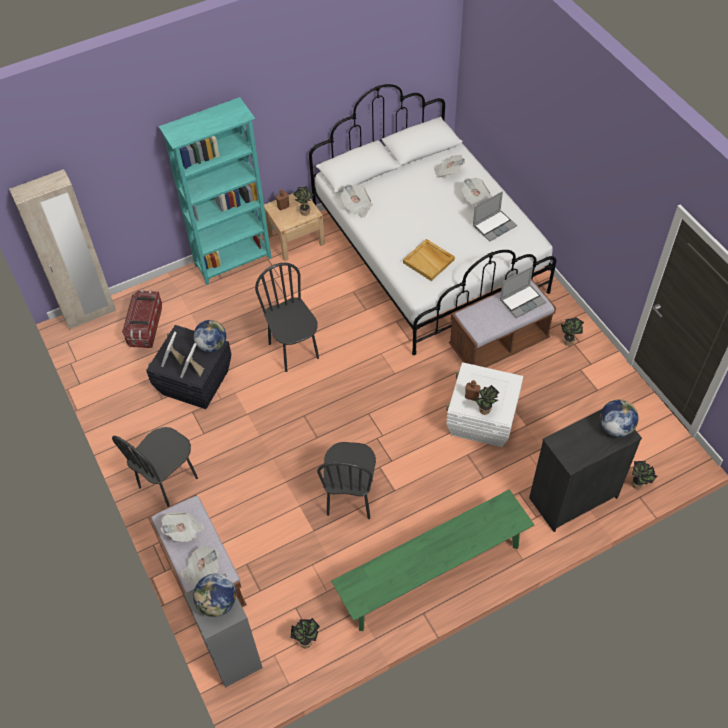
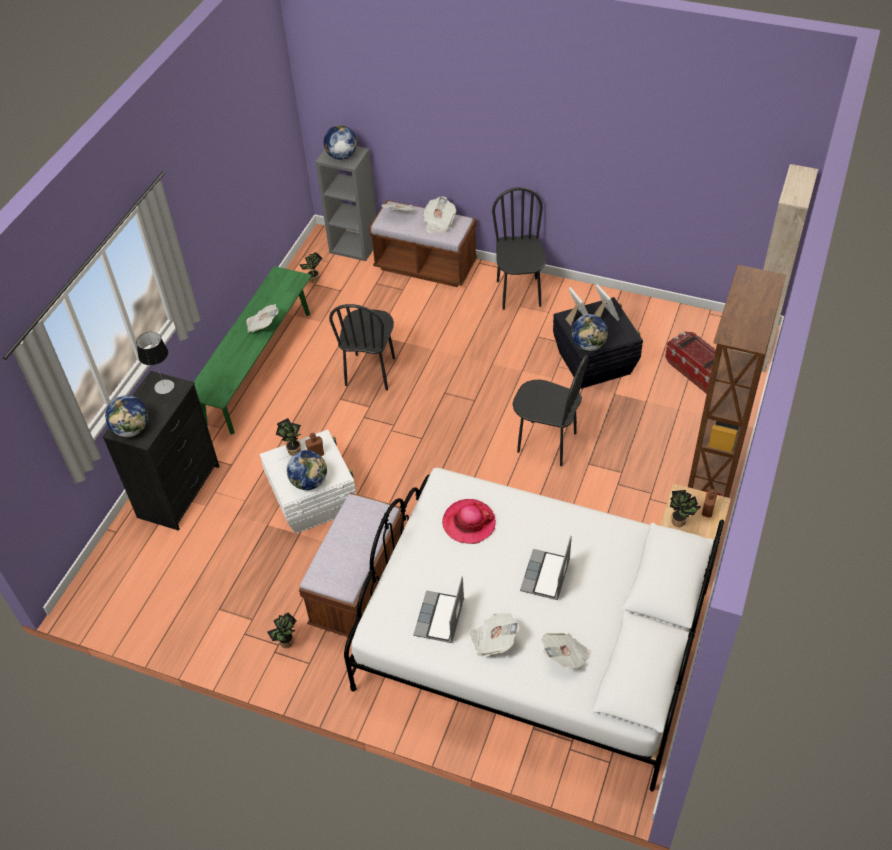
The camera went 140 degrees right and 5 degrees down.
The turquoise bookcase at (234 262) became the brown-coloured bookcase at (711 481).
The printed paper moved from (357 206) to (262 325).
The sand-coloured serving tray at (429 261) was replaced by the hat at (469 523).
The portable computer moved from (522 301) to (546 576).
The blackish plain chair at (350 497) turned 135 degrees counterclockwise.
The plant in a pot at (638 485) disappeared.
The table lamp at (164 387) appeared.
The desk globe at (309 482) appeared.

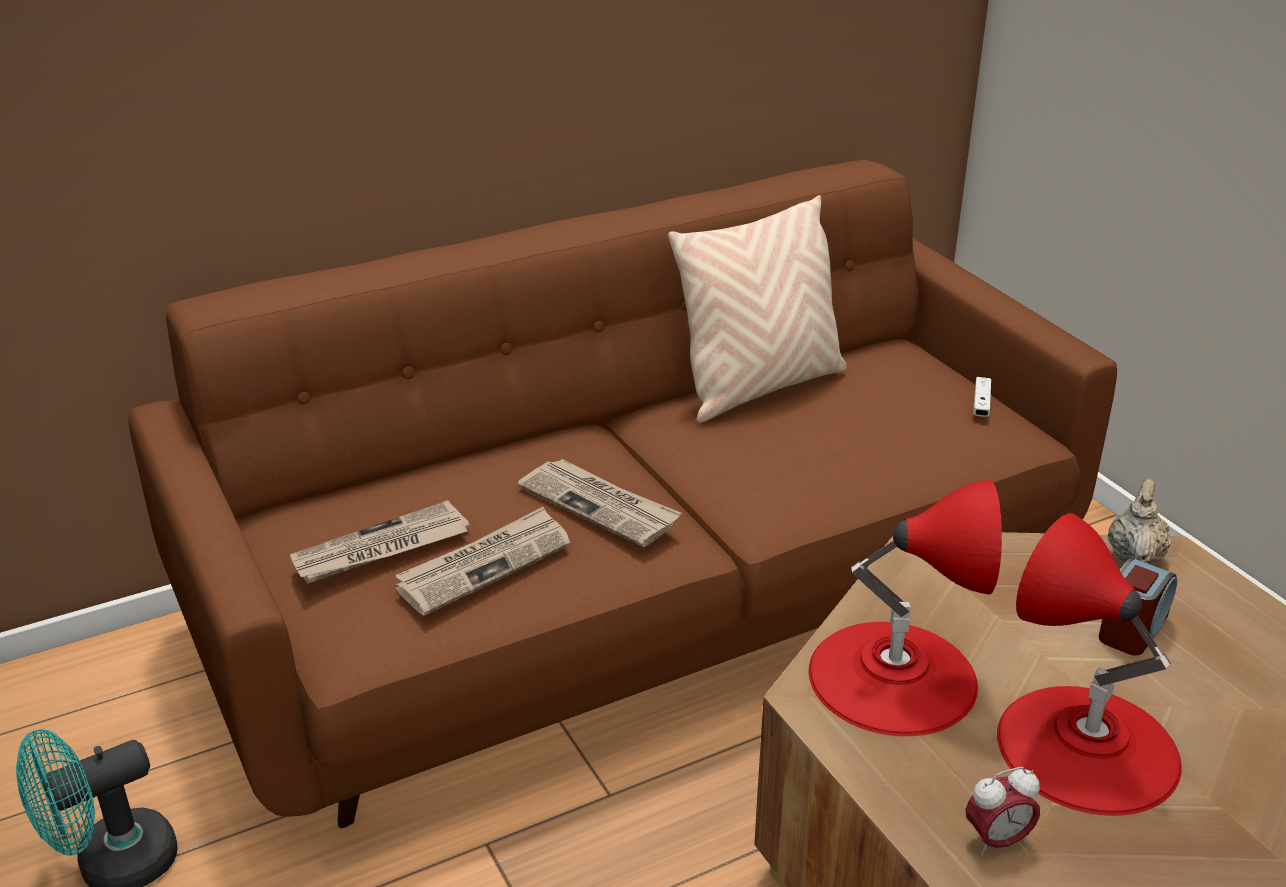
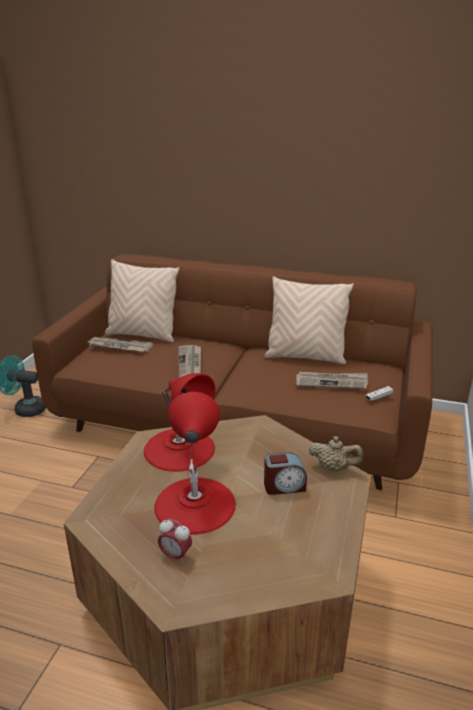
The camera went 45 degrees right and 5 degrees down.
The sand-coloured tea pot at (1134 556) turned 45 degrees clockwise.
The printed paper moved from (484 565) to (331 382).
The bedside clock moved from (997 841) to (175 555).
The sand-coloured pillow at (143 334) appeared.

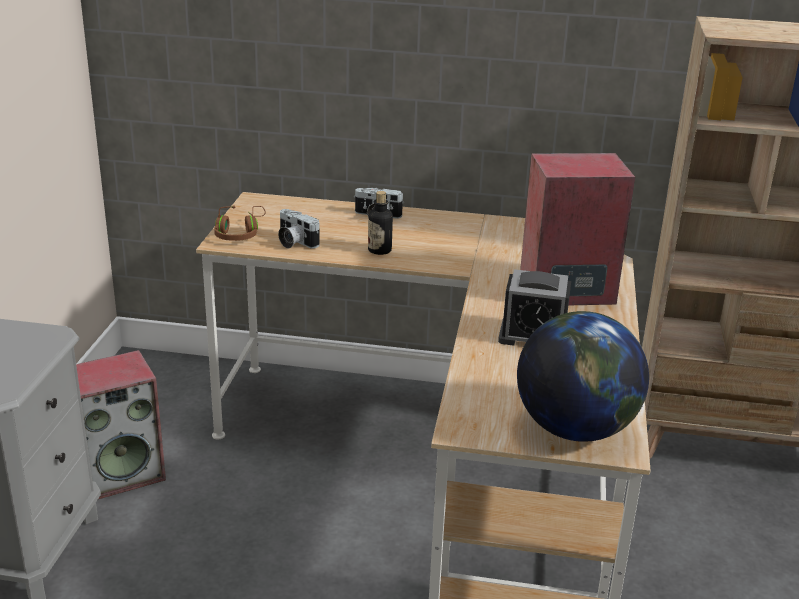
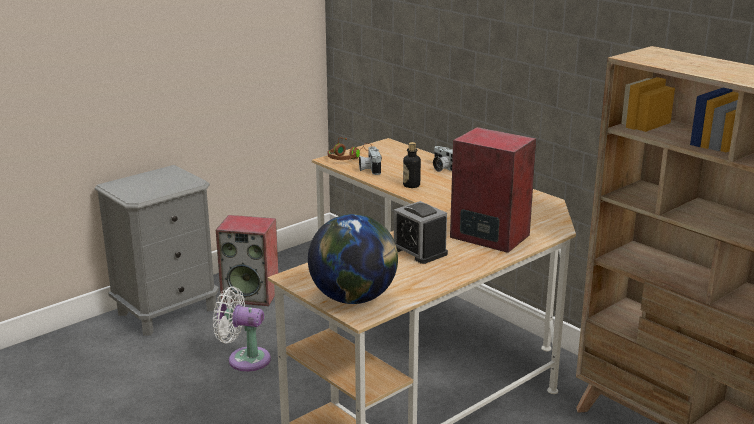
The camera went 40 degrees right and 5 degrees down.
The whitish fan at (244 359) appeared.

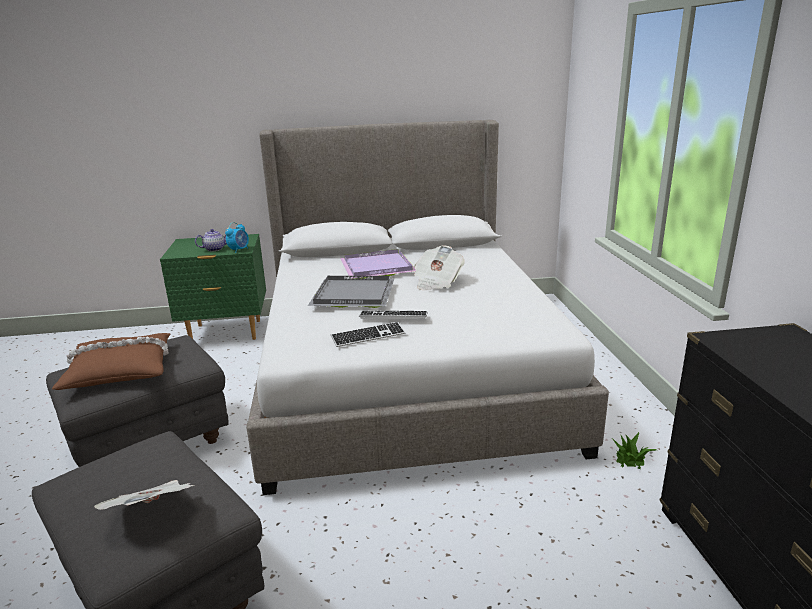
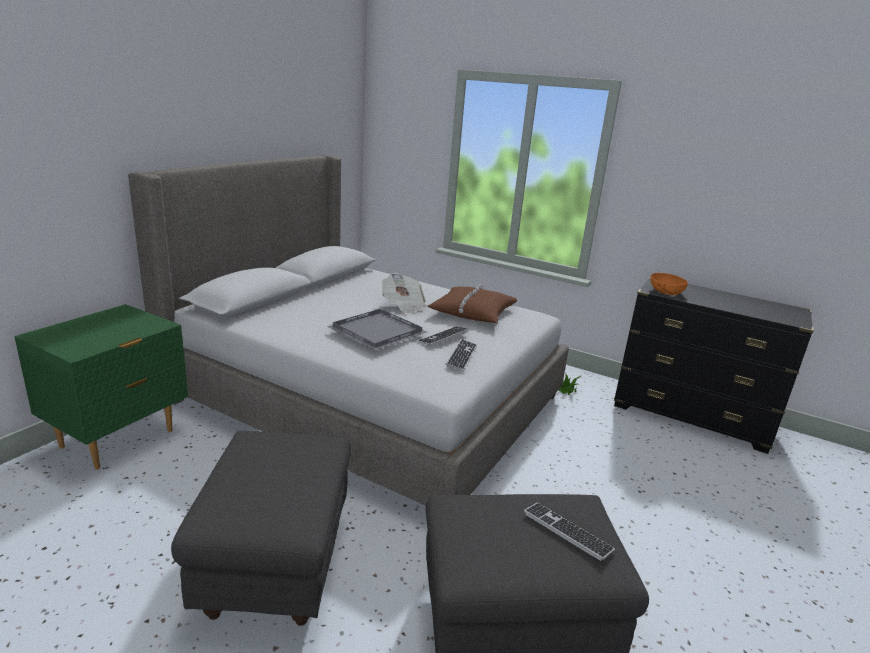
The camera went 55 degrees left and 0 degrees up.
The bedside clock at (239 250) disappeared.
The tea pot at (215 249) disappeared.
The purple serving tray at (376 268) disappeared.
The brown-coloured pillow moved from (120 370) to (472 312).
The printed paper at (153 512) was replaced by the PC keyboard at (567 532).
The orangey bowl at (666 292) appeared.

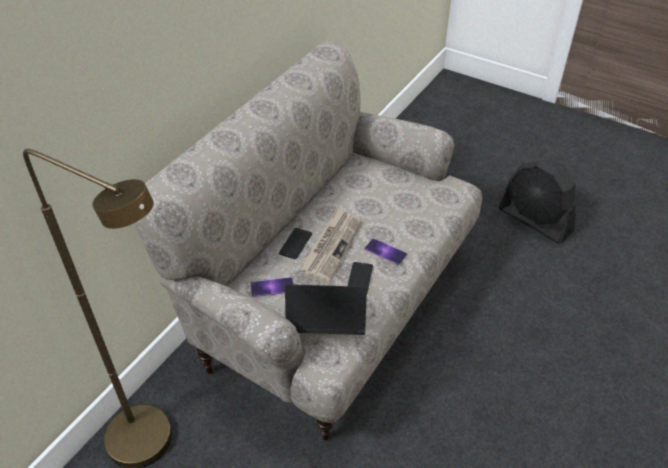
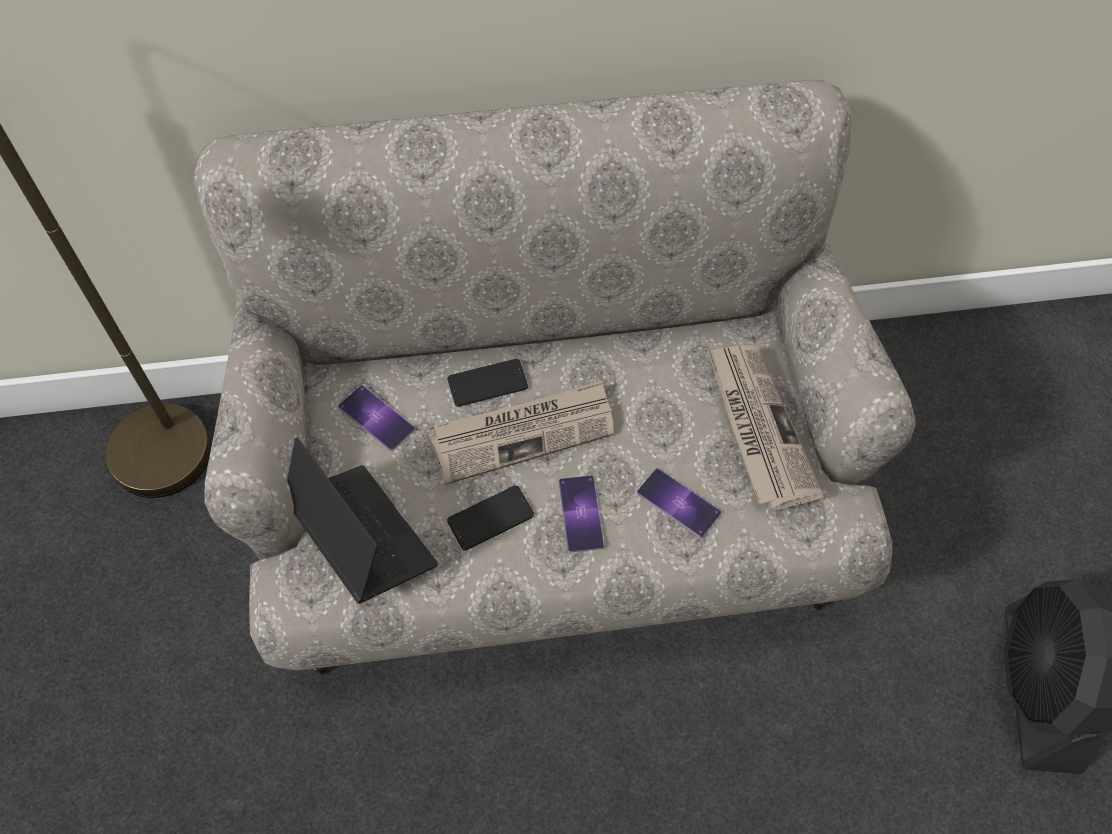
The camera went 50 degrees right and 15 degrees up.
The printed paper at (757 426) appeared.
The handset at (678 503) appeared.

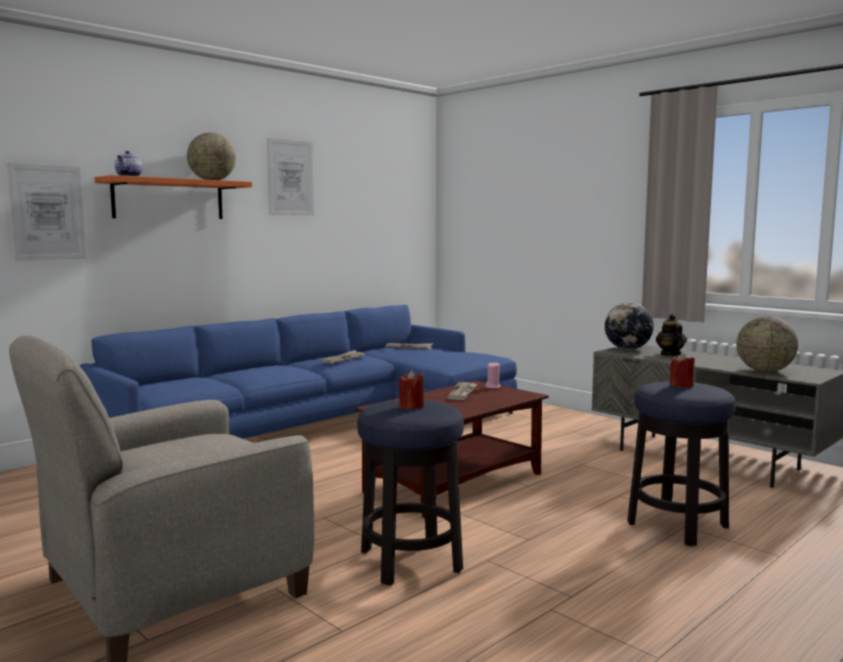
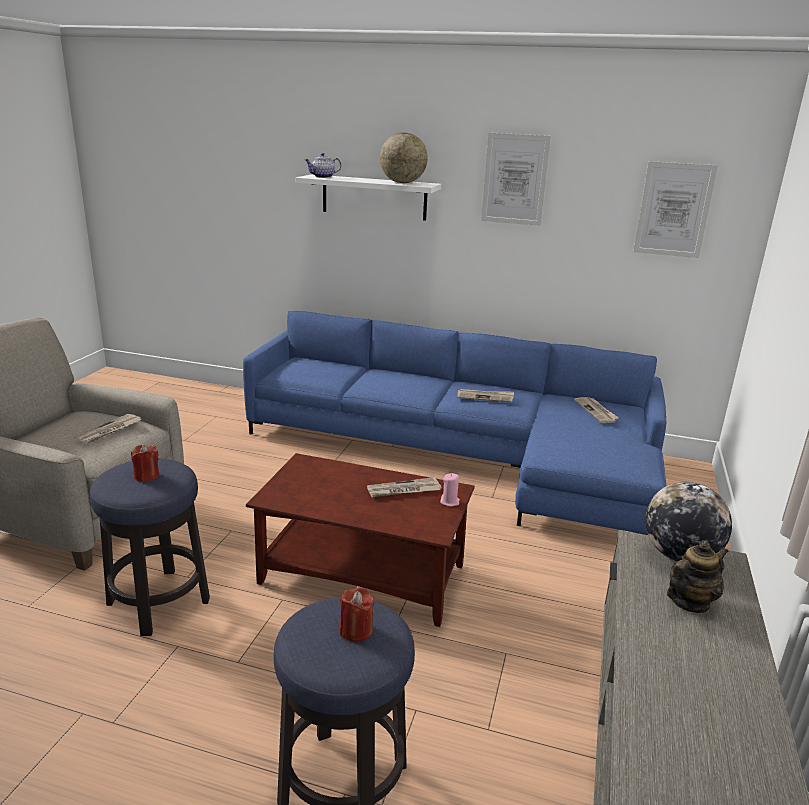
The camera went 60 degrees right and 15 degrees up.
The wall picture moved from (47 212) to (674 210).
The orangey shelf at (169 199) became the whitish shelf at (374 197).
The desk globe at (764 371) disappeared.
The printed paper at (109 431) appeared.

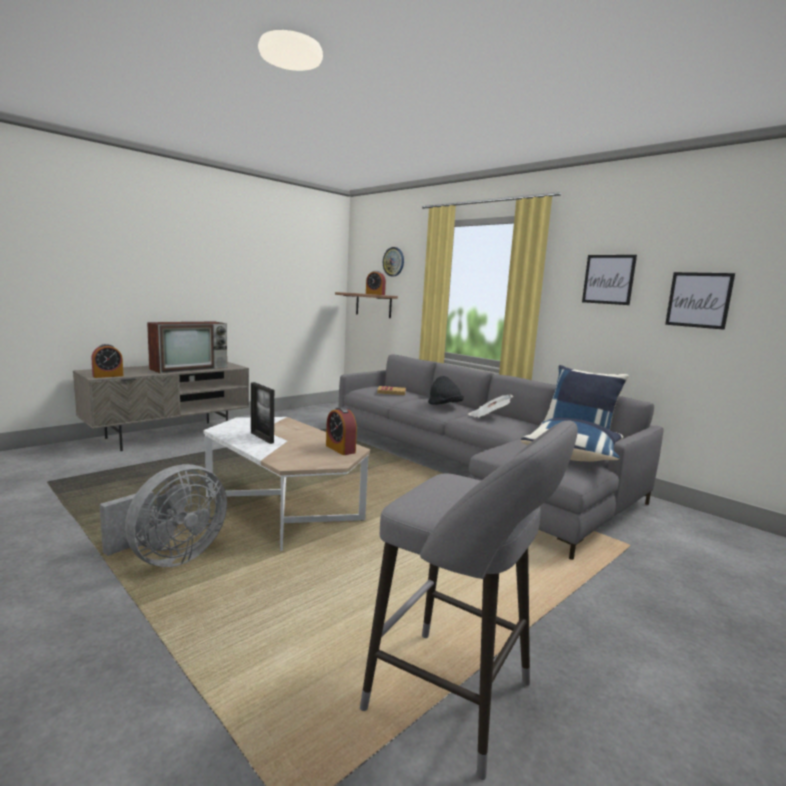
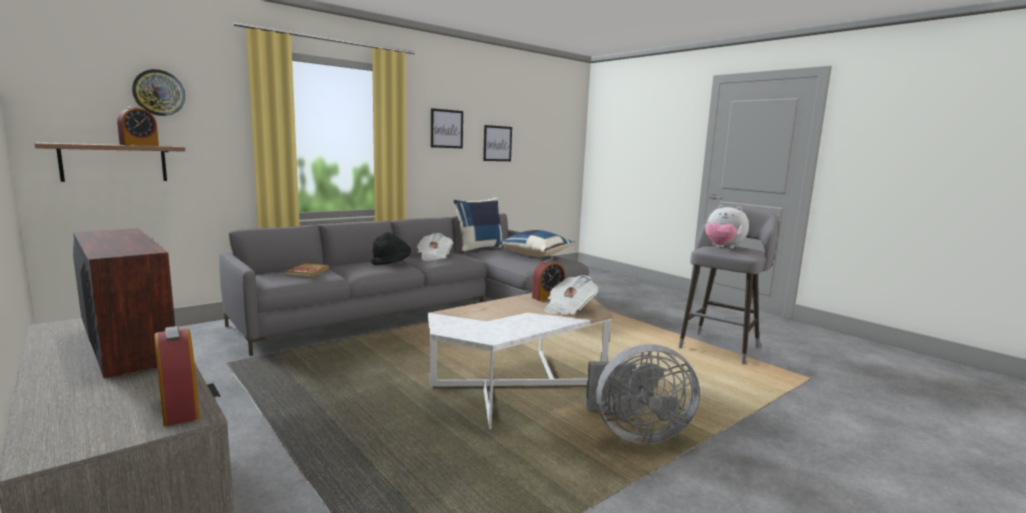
The camera went 85 degrees left and 0 degrees up.
The picture frame at (262 437) disappeared.
The greyish fan at (170 558) turned 135 degrees clockwise.
The soft toy at (723 248) appeared.
The printed paper at (568 309) appeared.

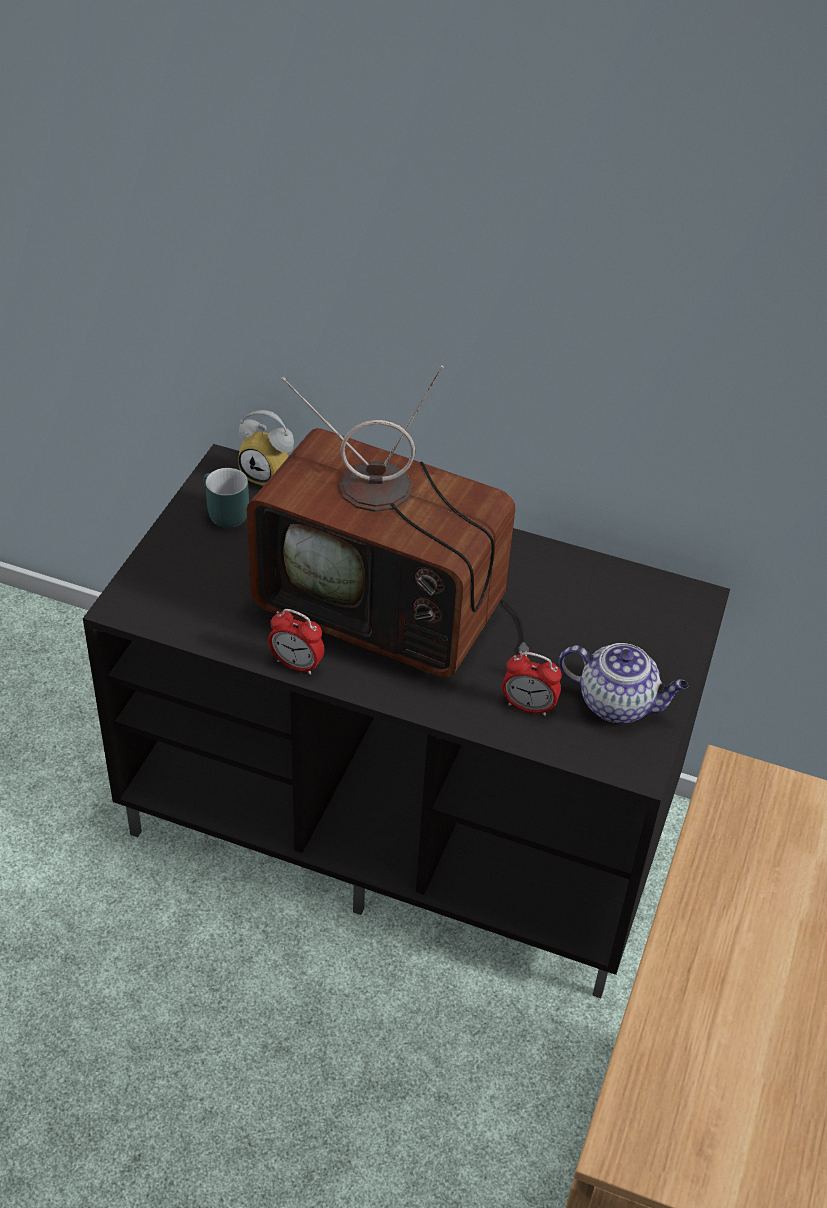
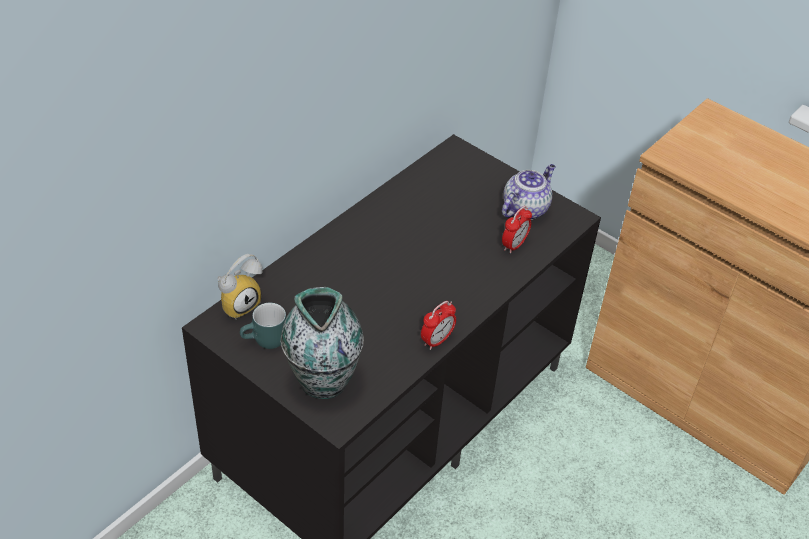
The camera went 70 degrees left and 0 degrees up.
The TV at (389 610) disappeared.
The decorative vase at (323 378) appeared.

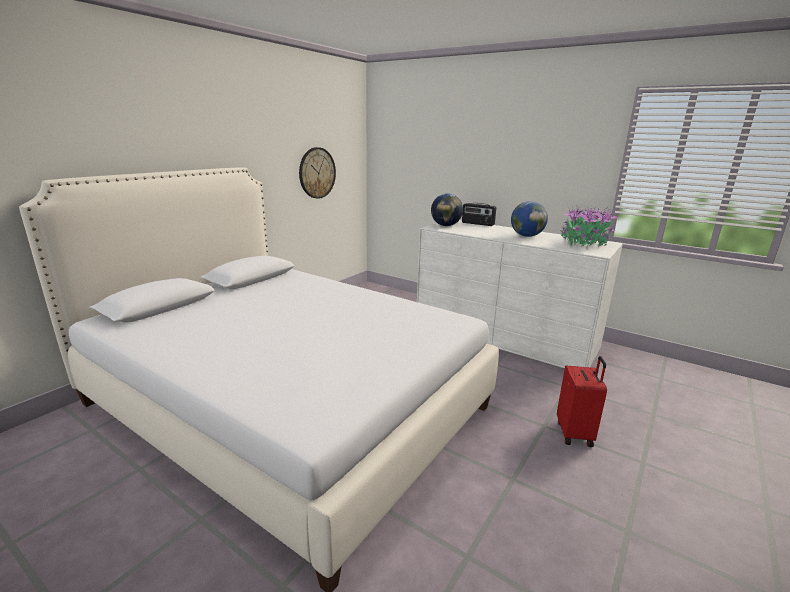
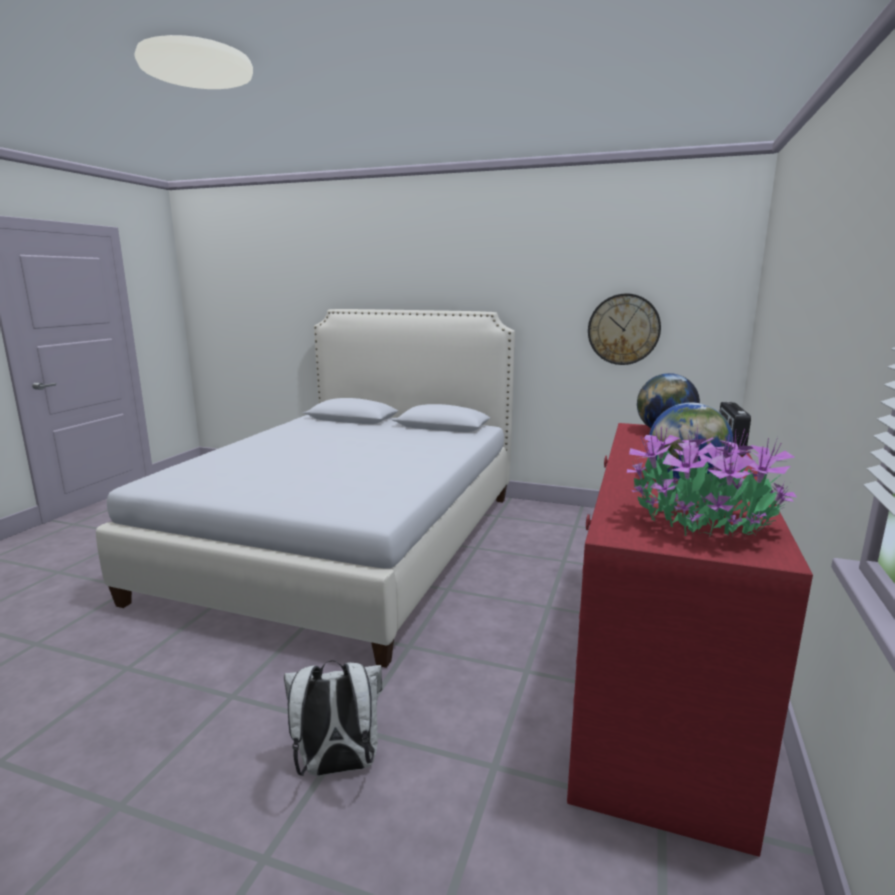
The camera went 75 degrees right and 5 degrees down.
The whitish dresser at (504 335) became the red-coloured dresser at (658 677).
The red-coloured piece of luggage at (575 433) was replaced by the whitish rucksack at (337 766).

